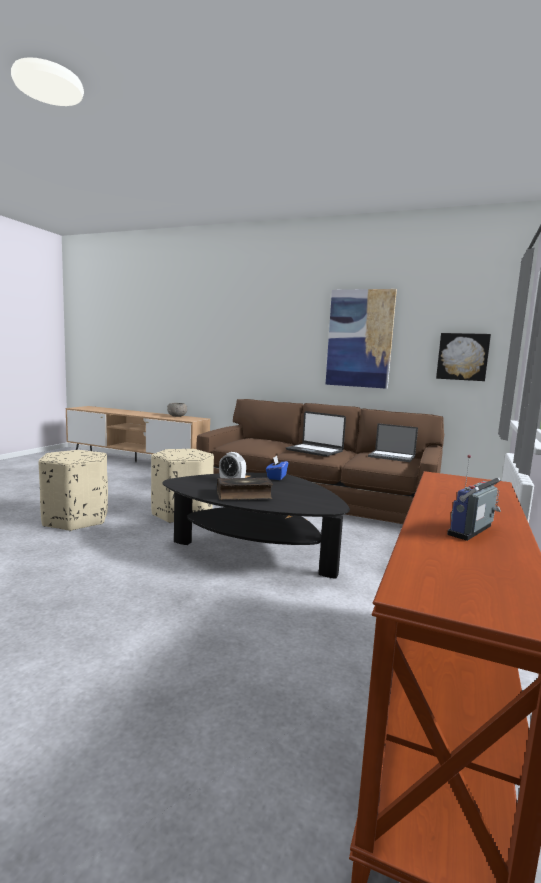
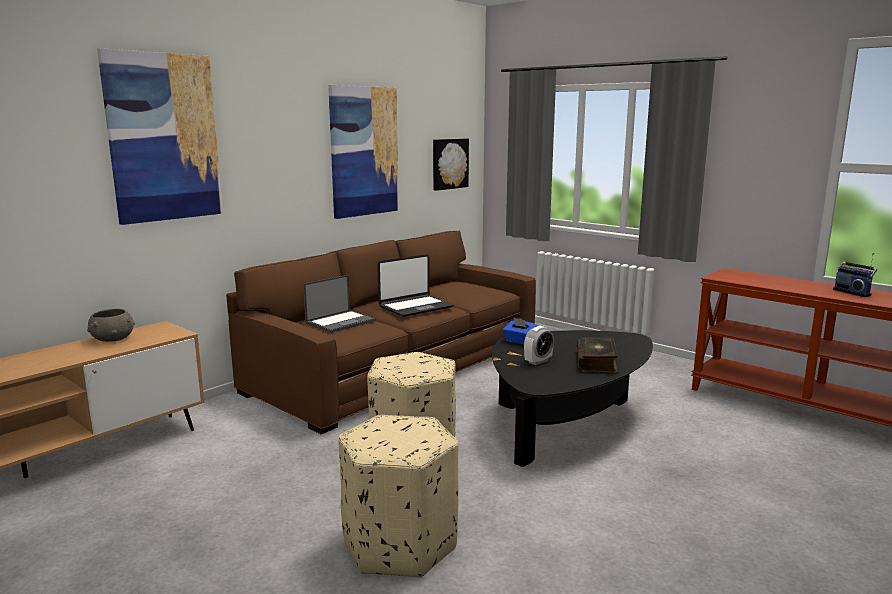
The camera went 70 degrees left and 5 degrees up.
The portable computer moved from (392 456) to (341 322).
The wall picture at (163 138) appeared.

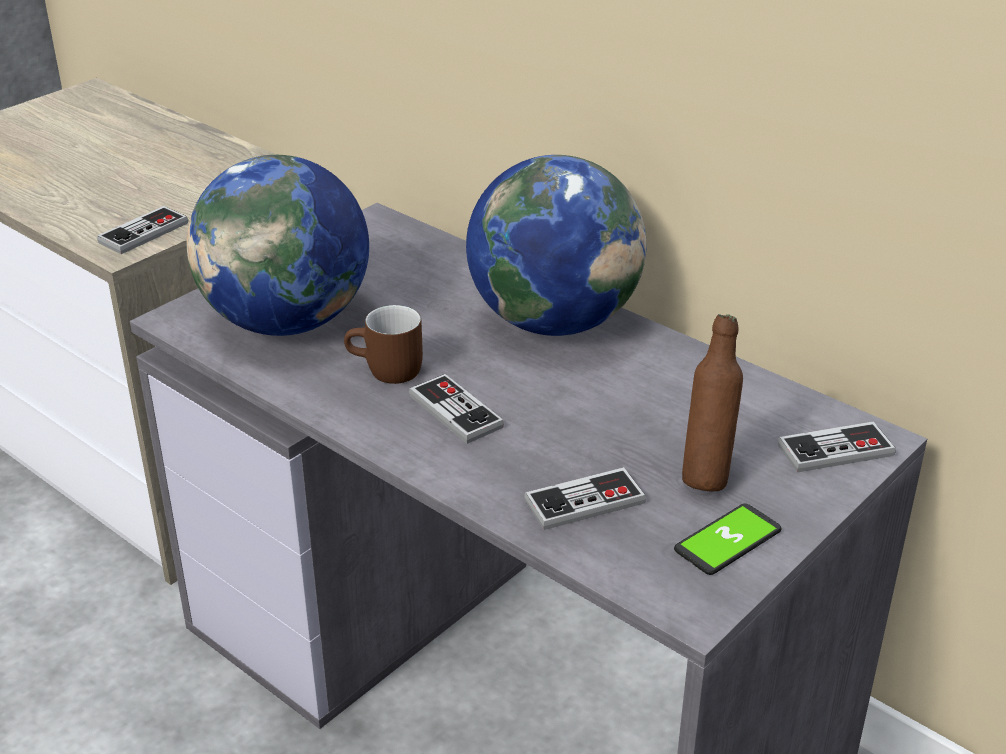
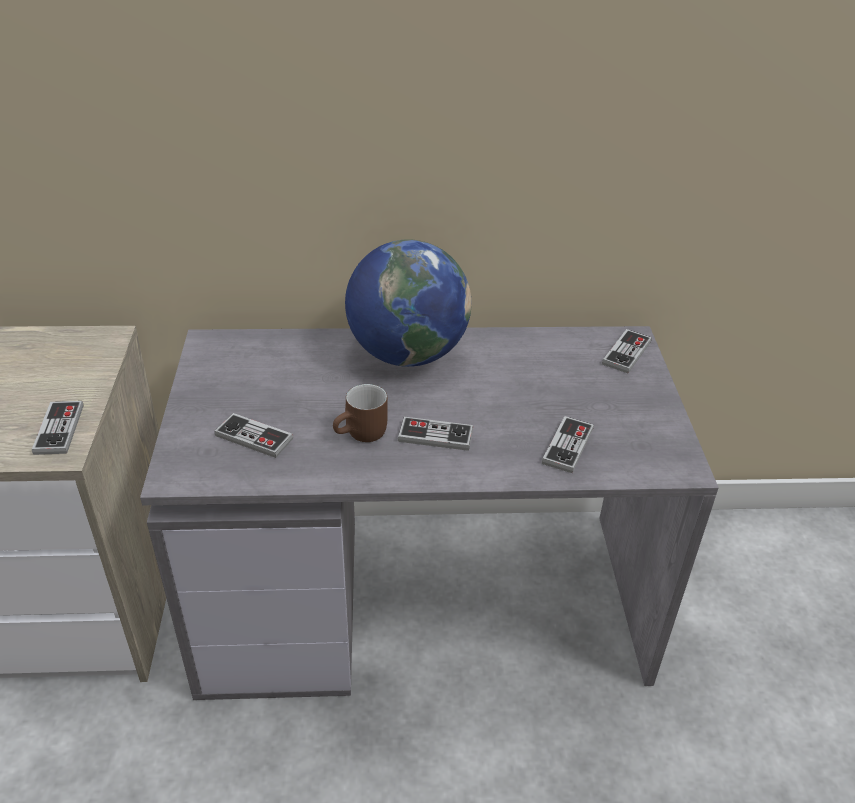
The camera went 45 degrees left and 5 degrees up.
The desk globe at (287 322) was replaced by the gamepad at (254 437).
The brown-coloured beverage bottle at (706 476) disappeared.
The handset at (728 541) disappeared.

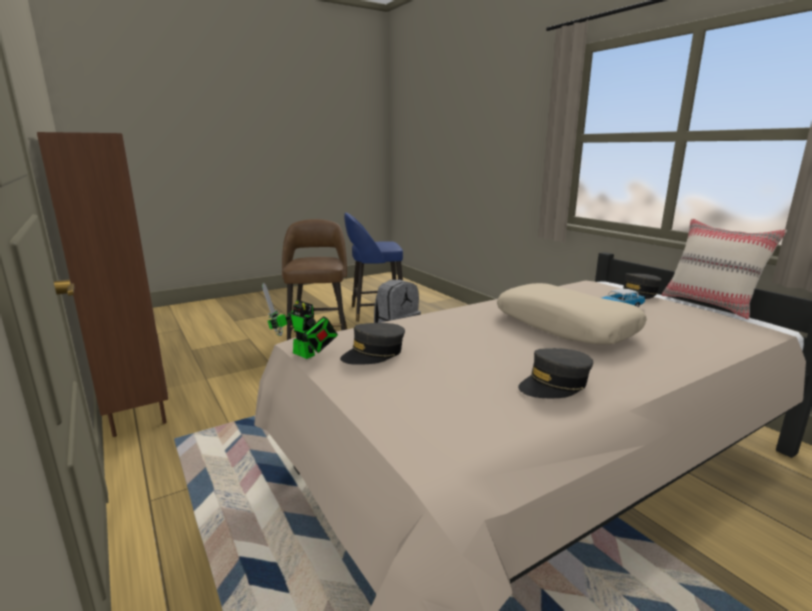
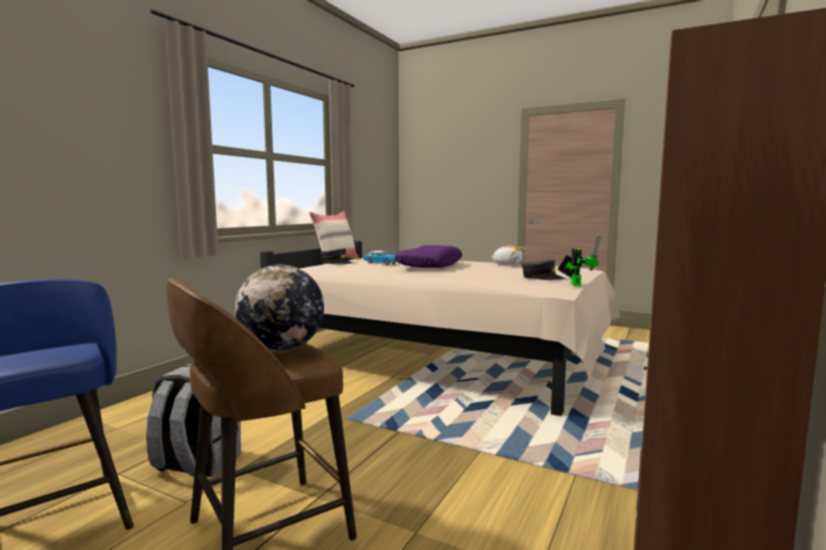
The camera went 120 degrees left and 10 degrees down.
The sand-coloured pillow at (565 326) became the purple pillow at (429 266).
The greyish peaked cap at (554 385) was replaced by the soft toy at (507 264).
The desk globe at (282 349) appeared.

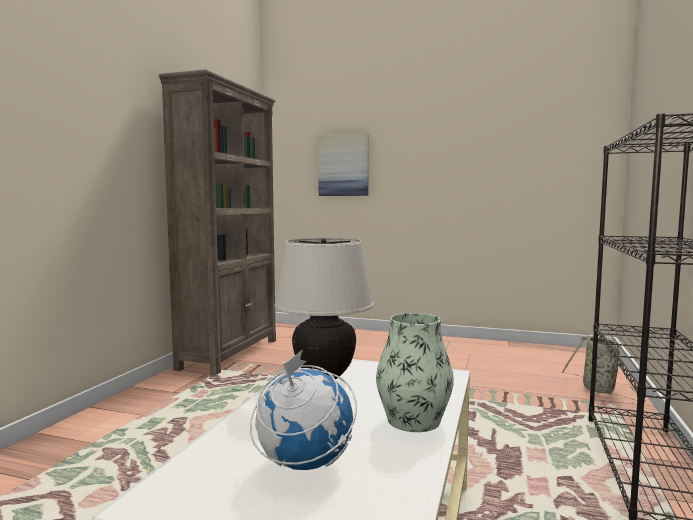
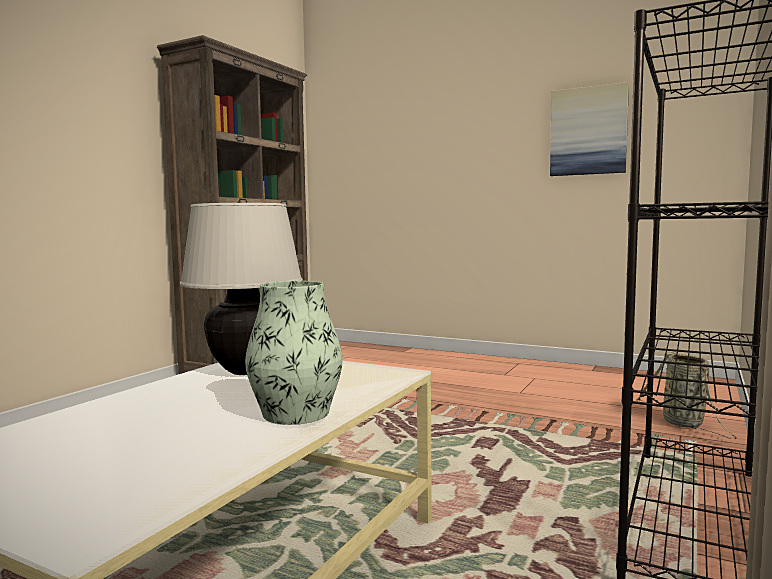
The camera went 10 degrees right and 0 degrees up.
The wall picture moved from (343 165) to (588 131).
The desk globe at (303 465) disappeared.

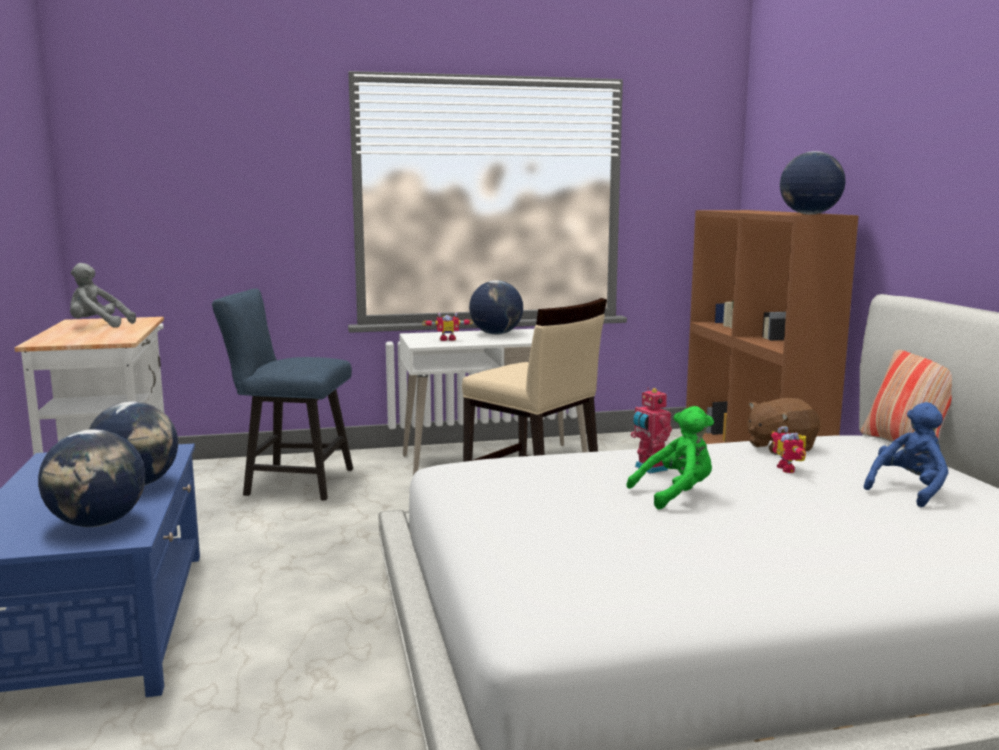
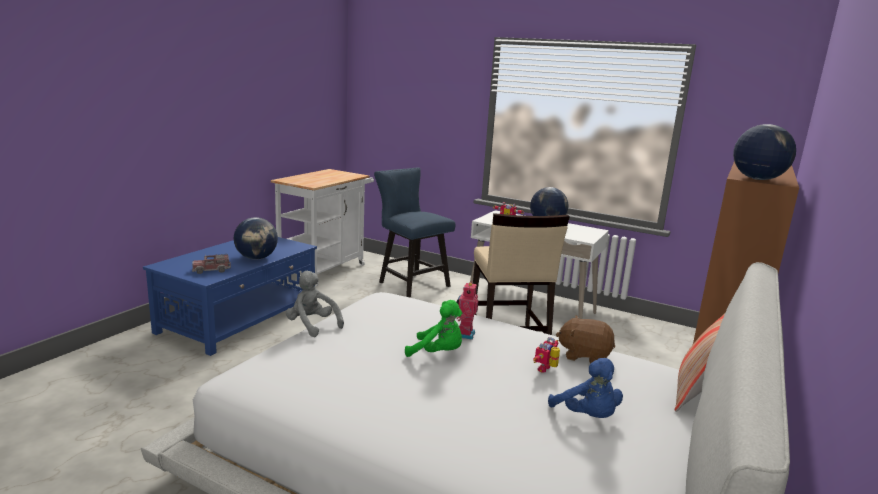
The camera went 40 degrees right and 5 degrees up.
The greyish soft toy moved from (98 326) to (312 326).
The blue-coloured soft toy at (909 490) turned 60 degrees clockwise.
The desk globe at (98 523) was replaced by the toy truck at (212 270).

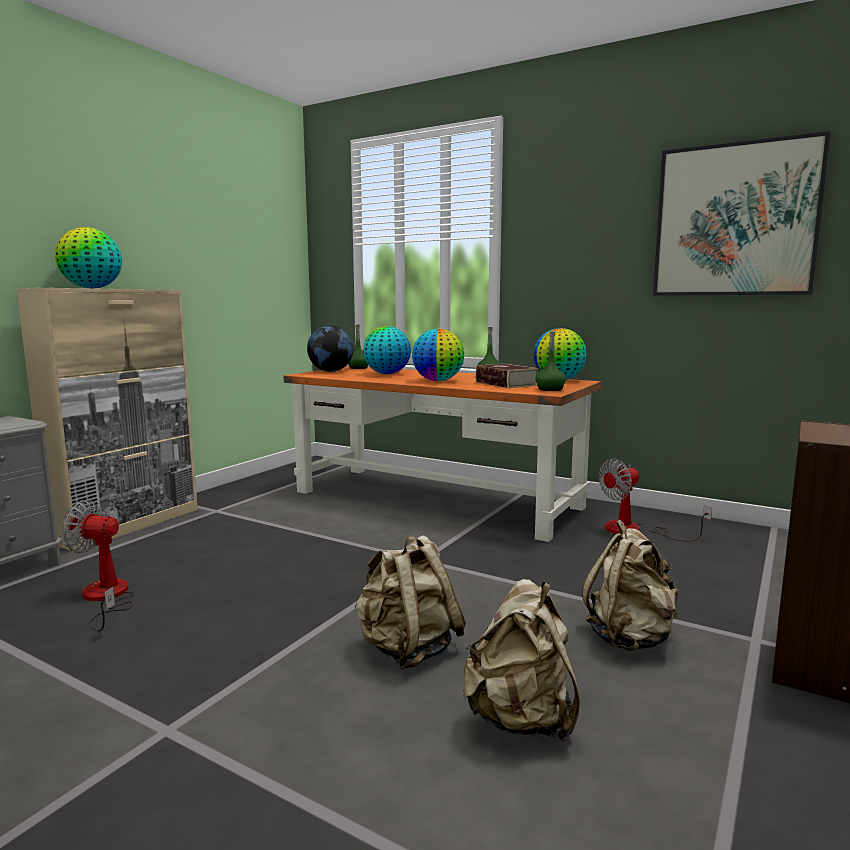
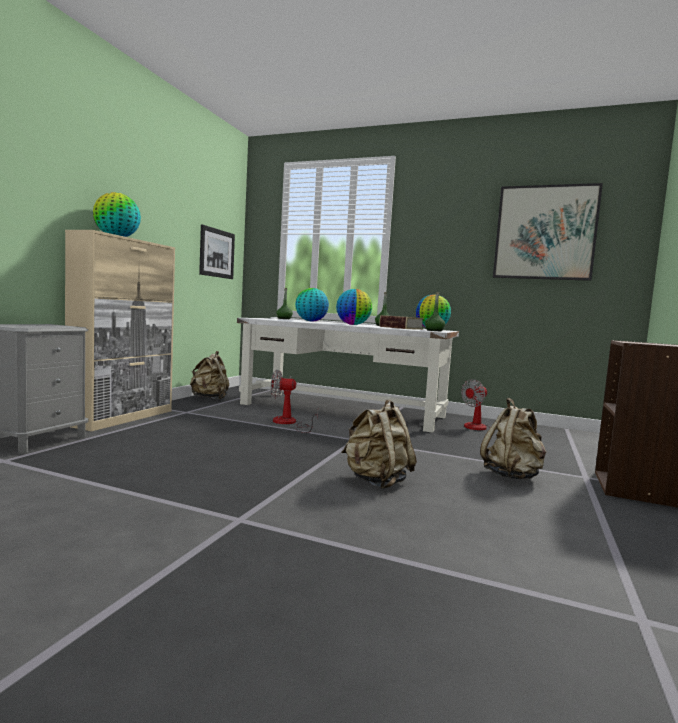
The camera went 10 degrees left and 5 degrees down.
The desk globe at (331 371) disappeared.
The orangey desk at (437 499) became the whitish desk at (343 410).
The fan moved from (106 598) to (289 423).
The sand-coloured rucksack moved from (521 719) to (210 398).
The wall picture at (217 253) appeared.

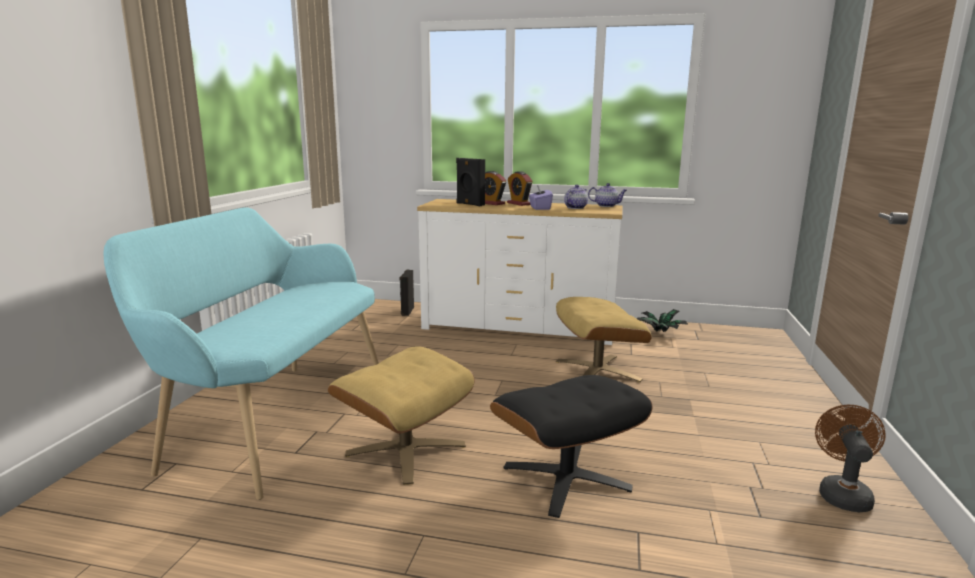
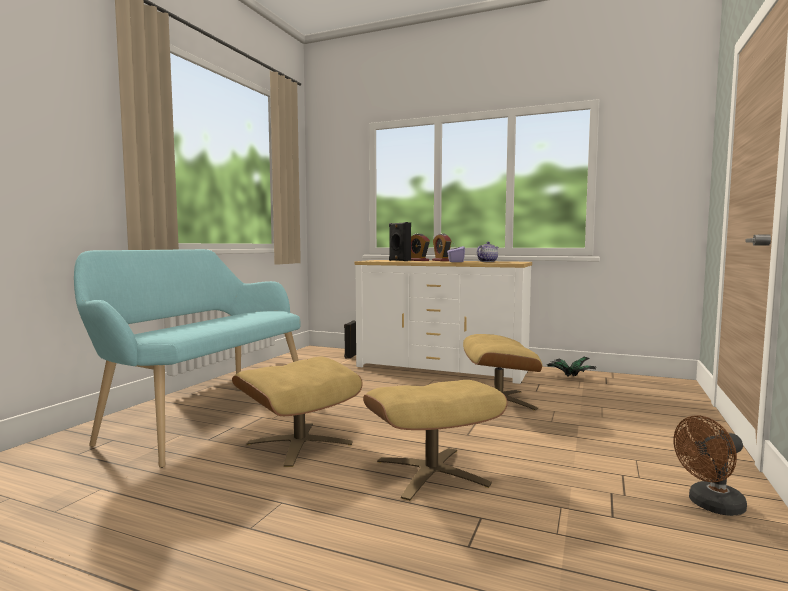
The camera went 10 degrees right and 10 degrees down.
The tea pot at (607 206) disappeared.
The blackish footrest at (566 478) became the sand-coloured footrest at (431 473).
The brown-coloured fan at (842 493) turned 135 degrees counterclockwise.

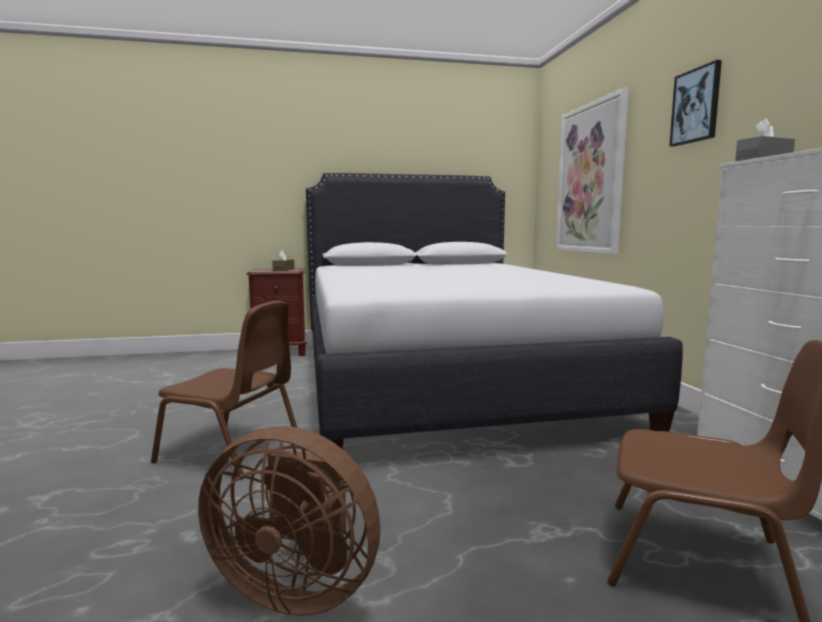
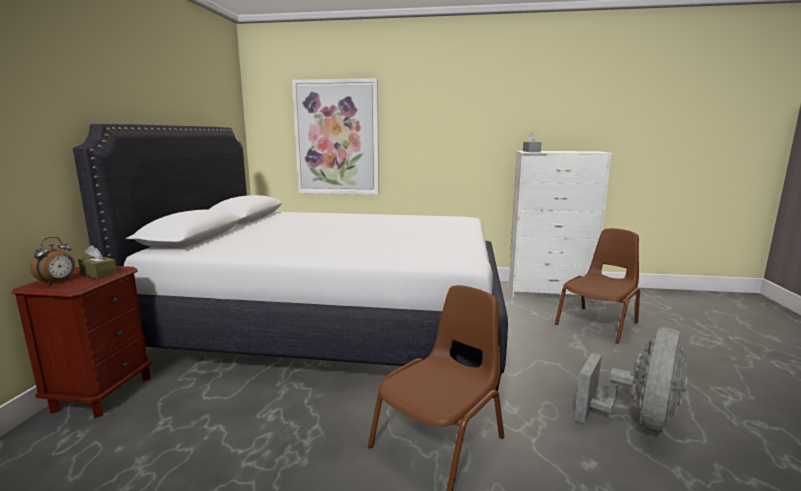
The camera went 70 degrees left and 5 degrees up.
The wall picture at (696 106) disappeared.
The brown-coloured fan at (297 587) became the greyish fan at (638 420).
The bedside clock at (58 282) appeared.

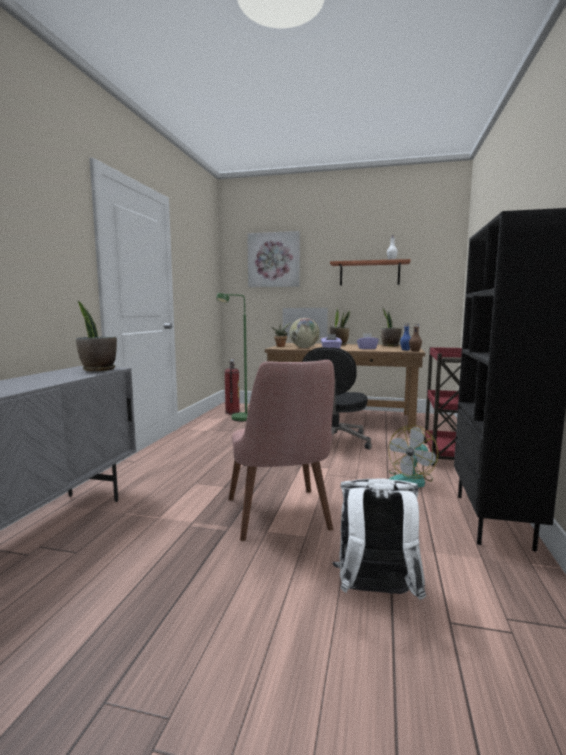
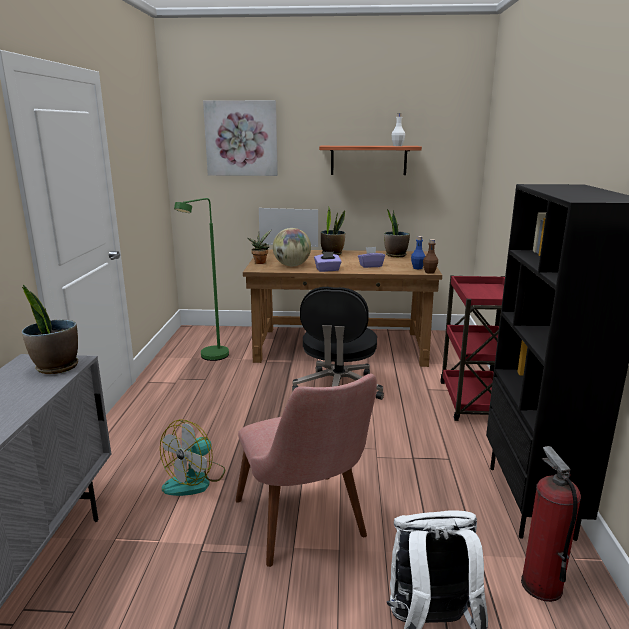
The camera went 10 degrees left and 10 degrees up.
The fire-fighting cylinder moved from (232 412) to (541 585).
The fan moved from (411 480) to (195 480).

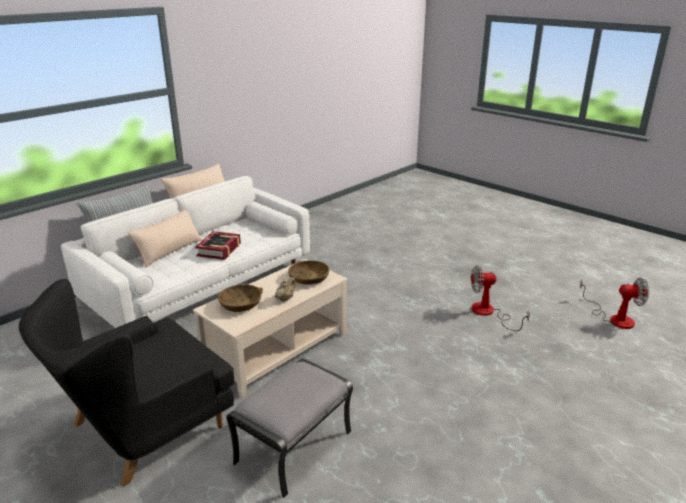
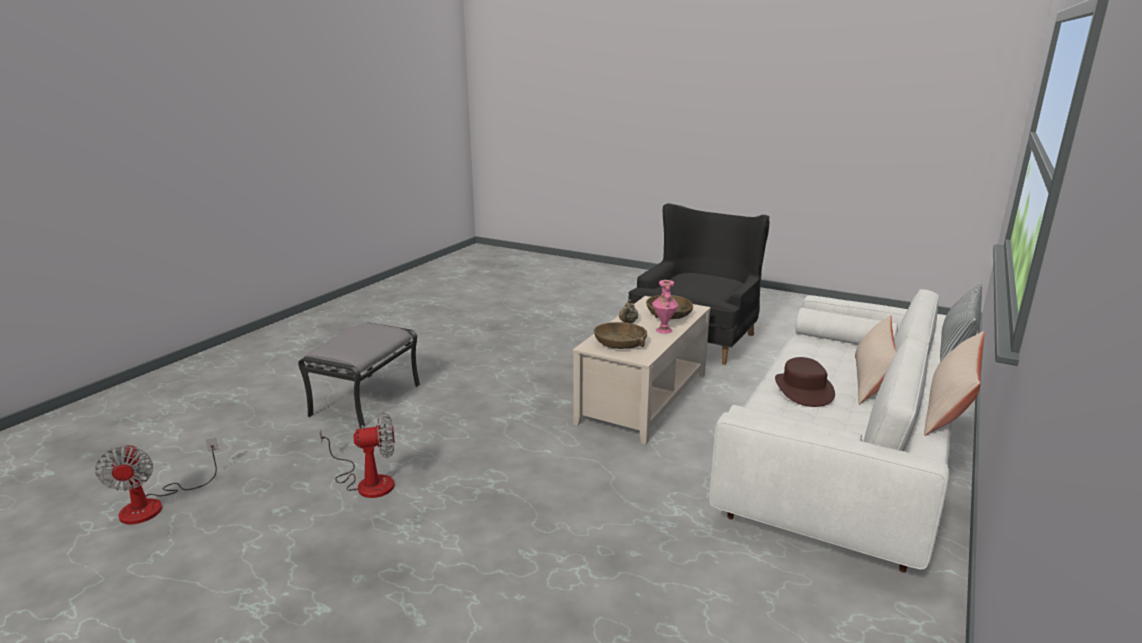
The camera went 165 degrees right and 5 degrees down.
The book at (219 249) was replaced by the brown-coloured hat at (803 389).
The fan at (614 318) turned 105 degrees counterclockwise.
The greyish footrest moved from (294 448) to (366 399).
The pinkish decorative vase at (663 330) appeared.

